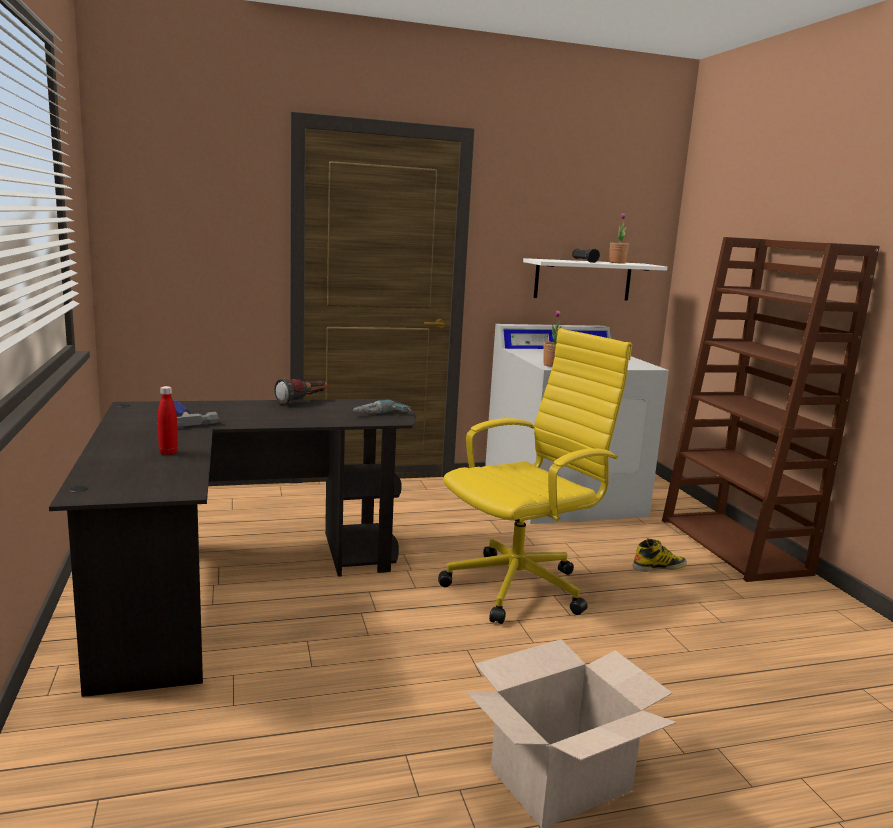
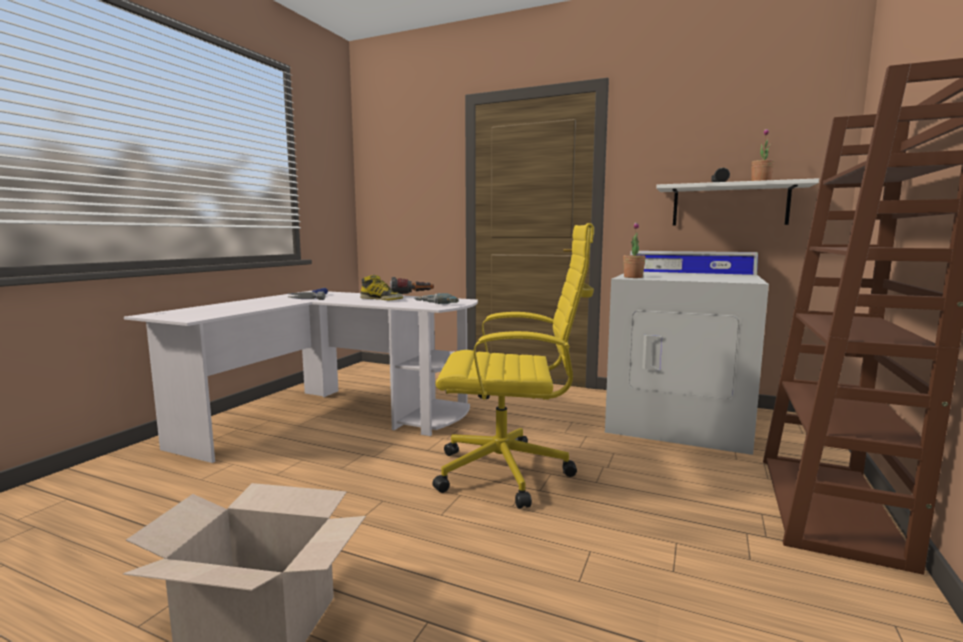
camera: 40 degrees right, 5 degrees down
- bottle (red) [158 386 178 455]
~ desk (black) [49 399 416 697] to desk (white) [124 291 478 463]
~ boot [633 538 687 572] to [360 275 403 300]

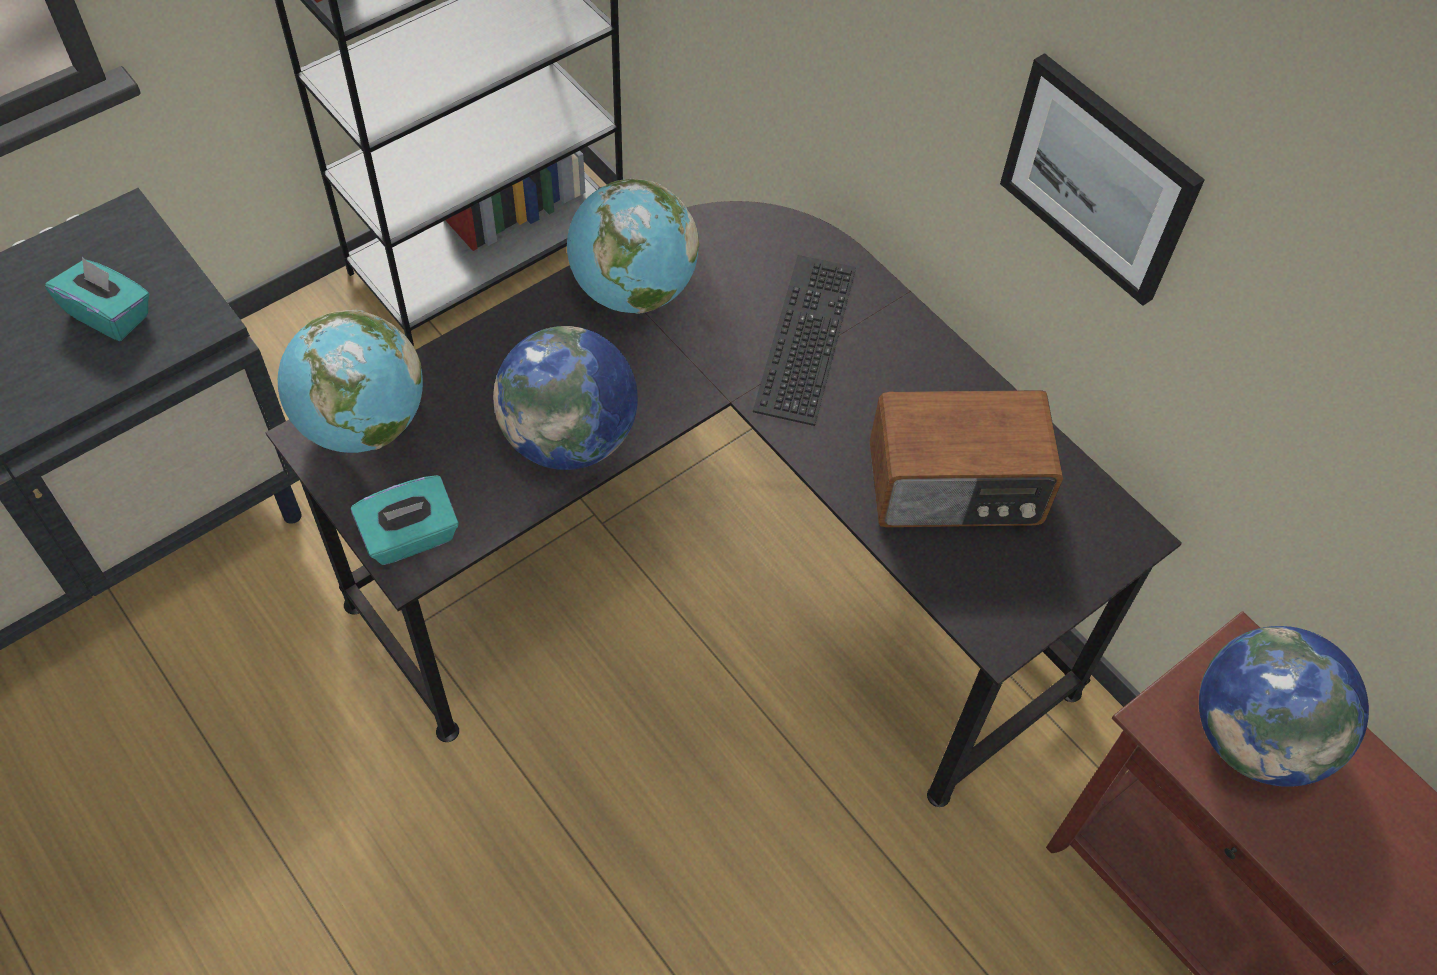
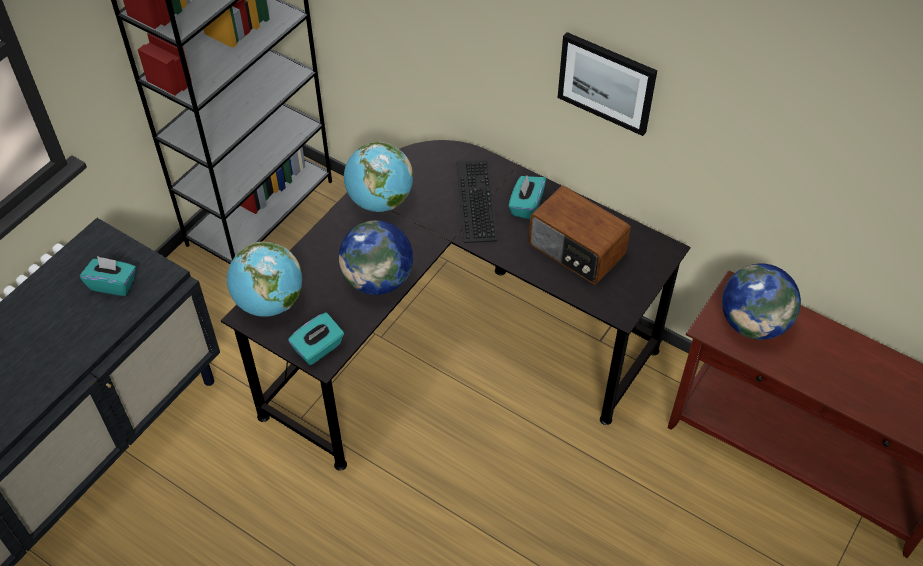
camera: 15 degrees left, 5 degrees down
~ radio [870 390 1063 527] = [529 185 631 285] 60 degrees clockwise
+ tissue box (turquoise) [509 176 546 220]

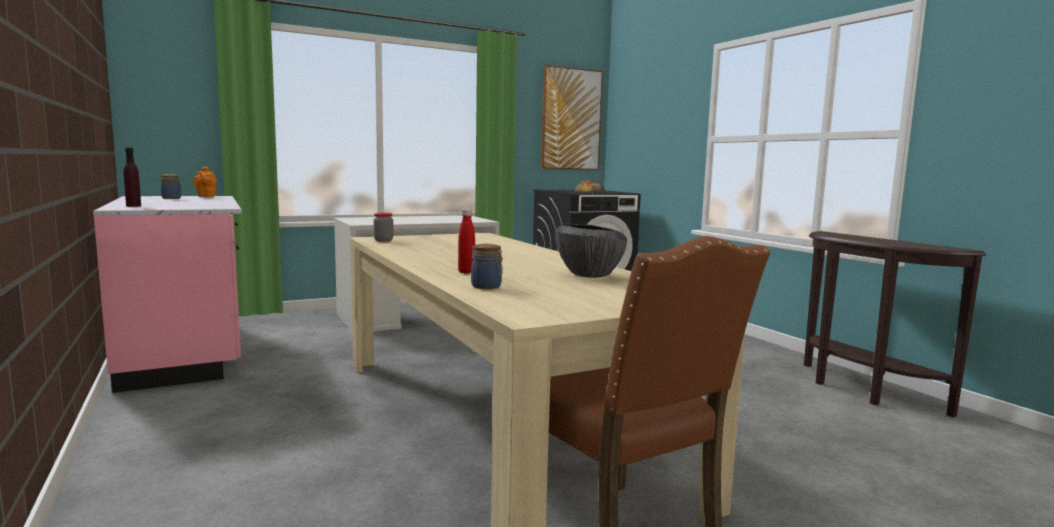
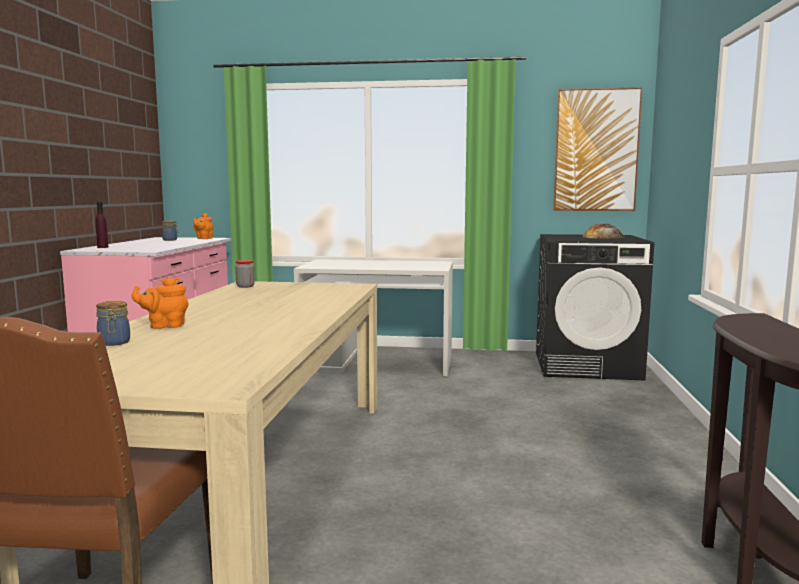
camera: 35 degrees right, 0 degrees up
~ bottle (red) [458 209 475 273] to teapot (orange) [132 277 188 329]
- bowl [555 224 627 278]

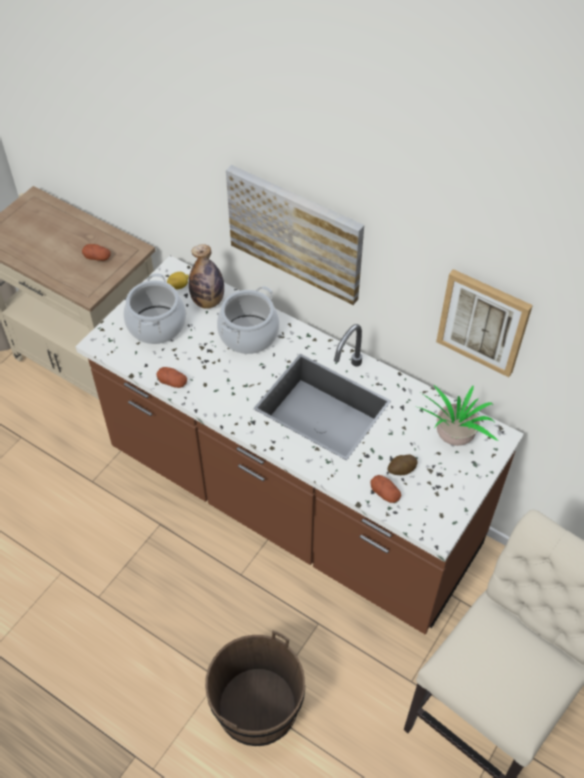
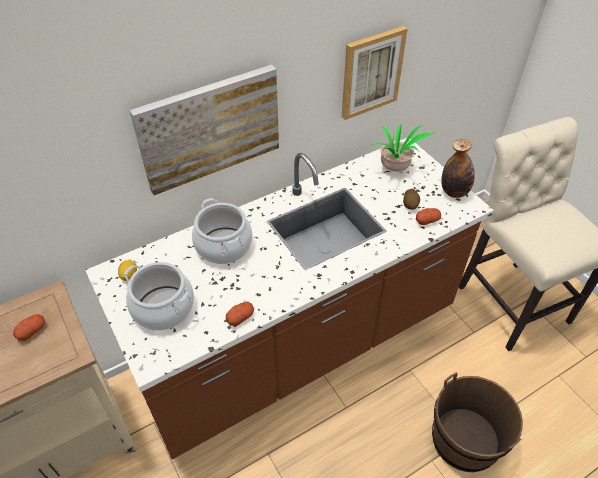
camera: 65 degrees left, 5 degrees down
~ bottle [189 244 224 309] to [441 139 475 198]

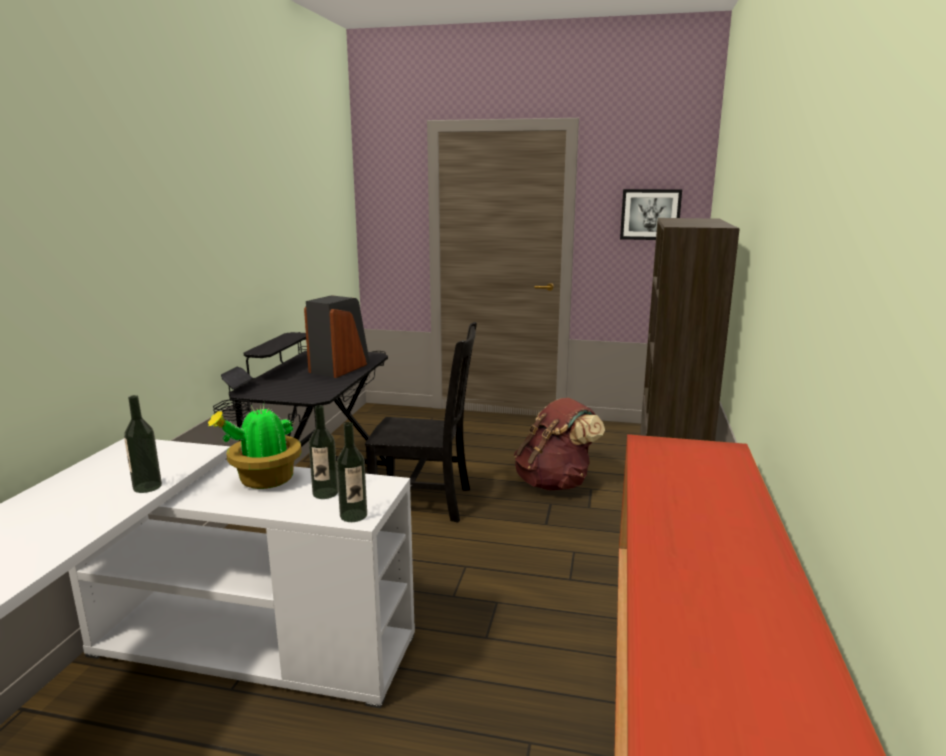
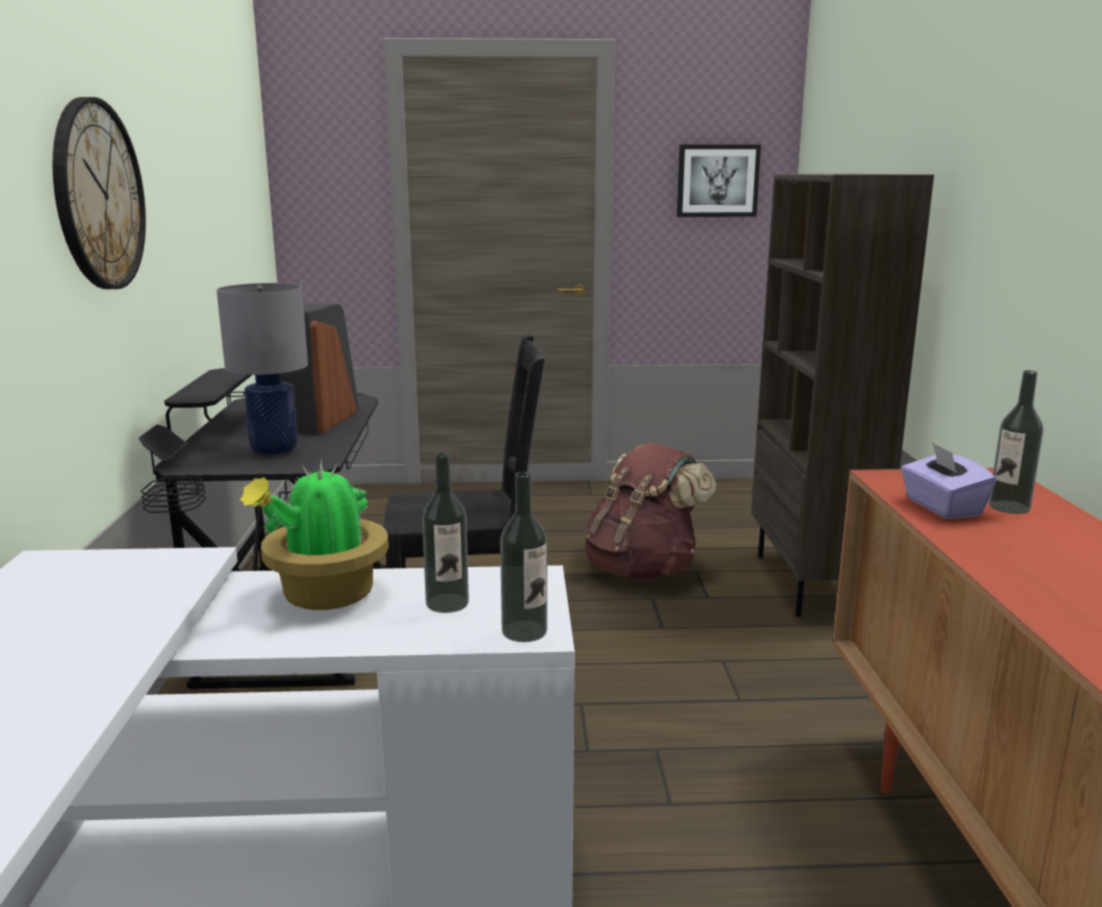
camera: 15 degrees left, 0 degrees up
~ bottle [124 395 162 493] to [989 370 1043 514]
+ wall clock [52 97 146 289]
+ table lamp (grey) [217 283 308 455]
+ tissue box (purple) [901 443 996 519]

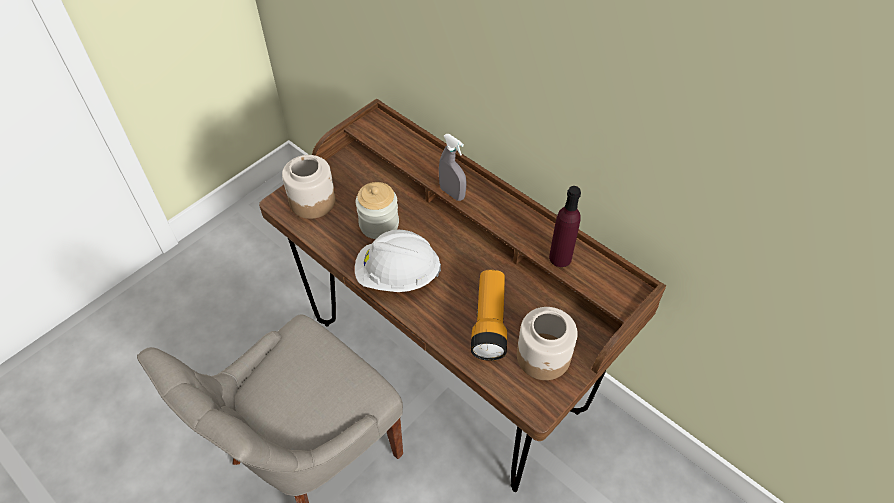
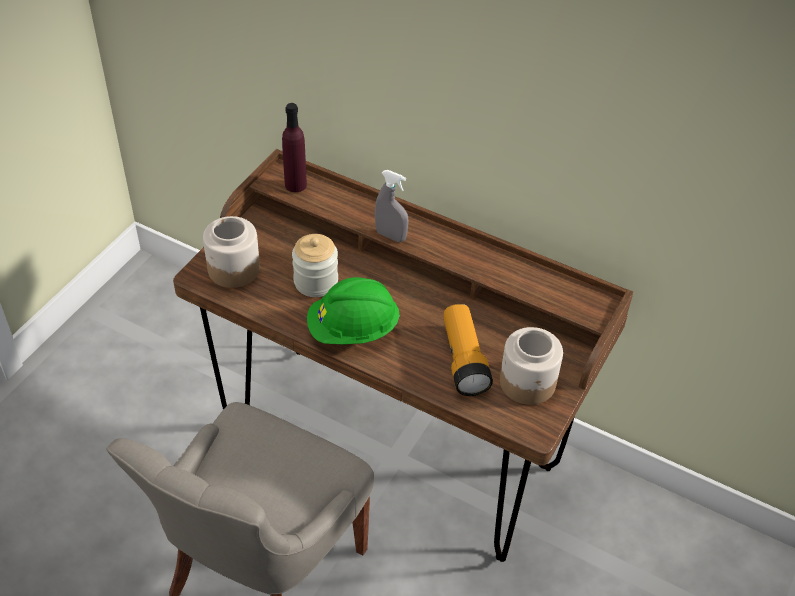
camera: 15 degrees left, 5 degrees down
~ bottle (purple) [549 186 581 267] to [282 103 307 192]
~ hard hat (white) [355 230 441 292] to hard hat (green) [307 277 400 344]

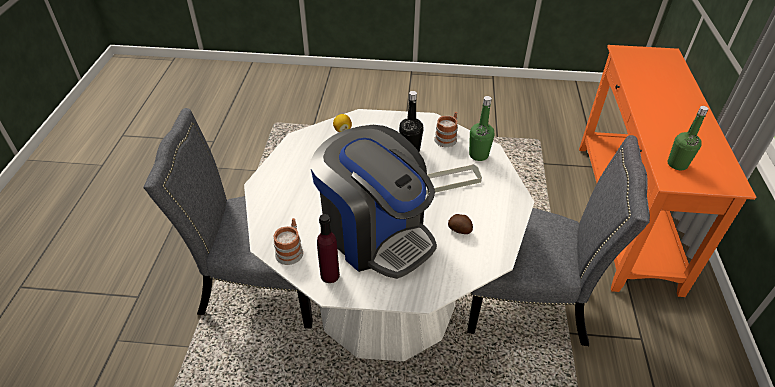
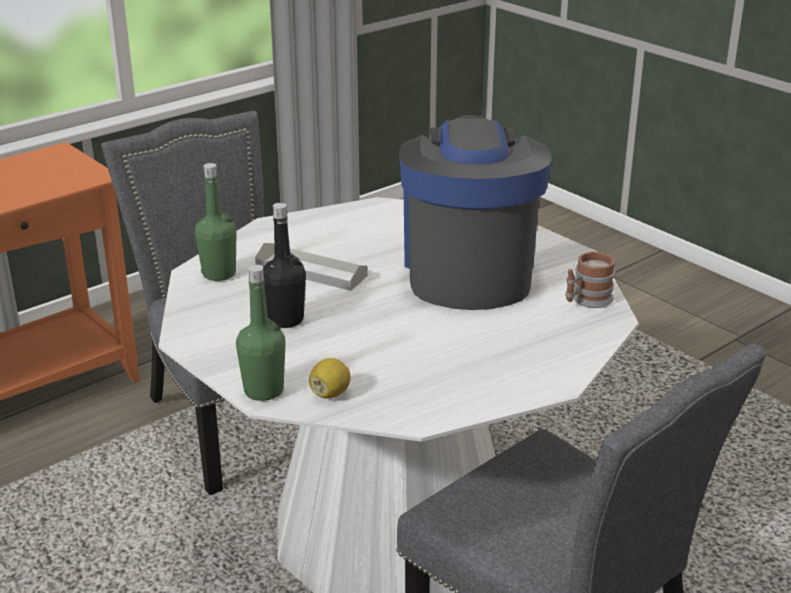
camera: 135 degrees left, 15 degrees down
~ bottle (green) [668 106 709 170] to [236 264 286 401]
- mug [434 112 458 147]
- bottle (purple) [317 214 340 283]
- potato [448 214 473 234]

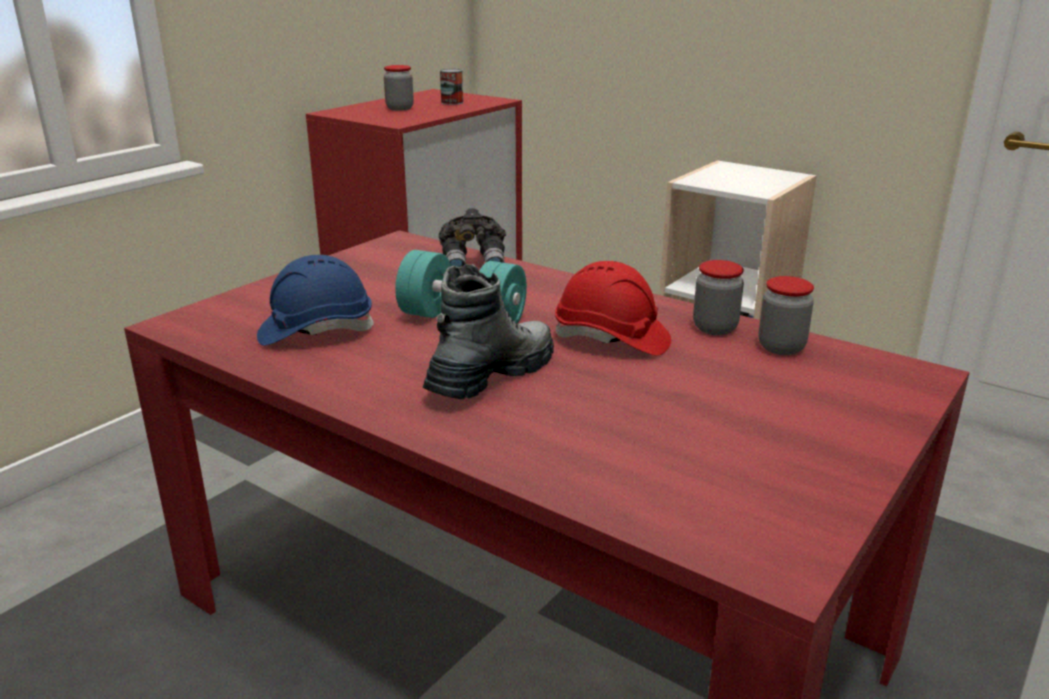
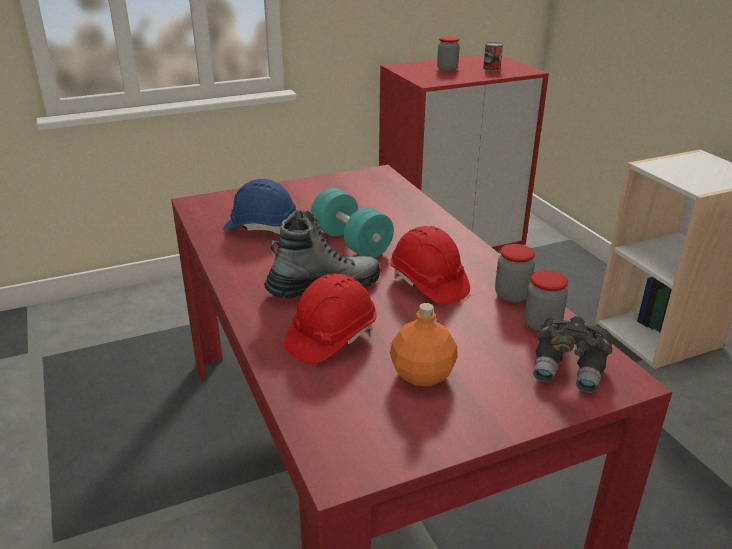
camera: 30 degrees right, 5 degrees up
~ binoculars (grey) [439 208 506 267] to [533 316 613 393]
+ hard hat (red) [284 273 377 364]
+ bottle (orange) [390 303 458 386]

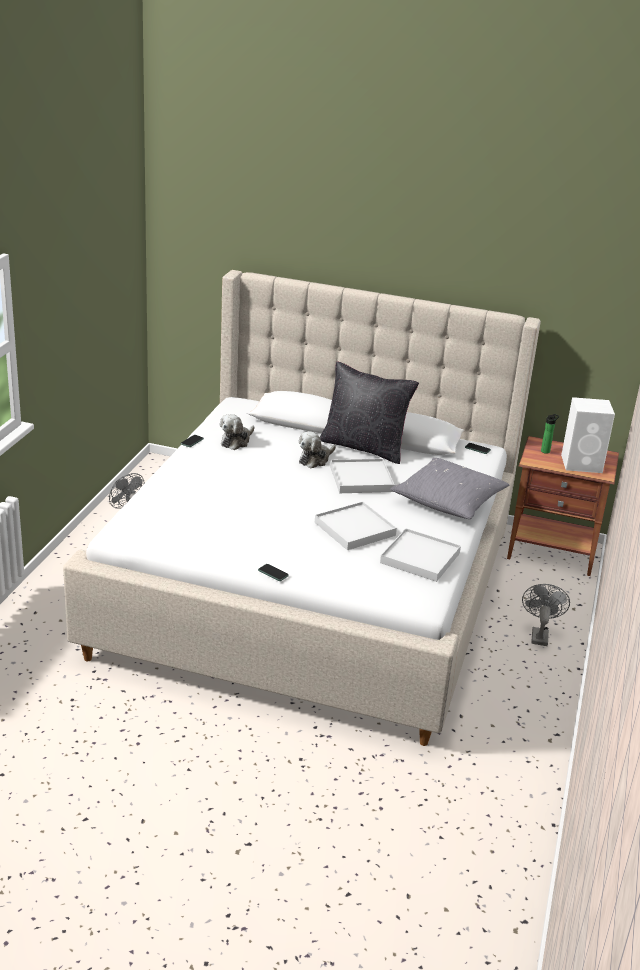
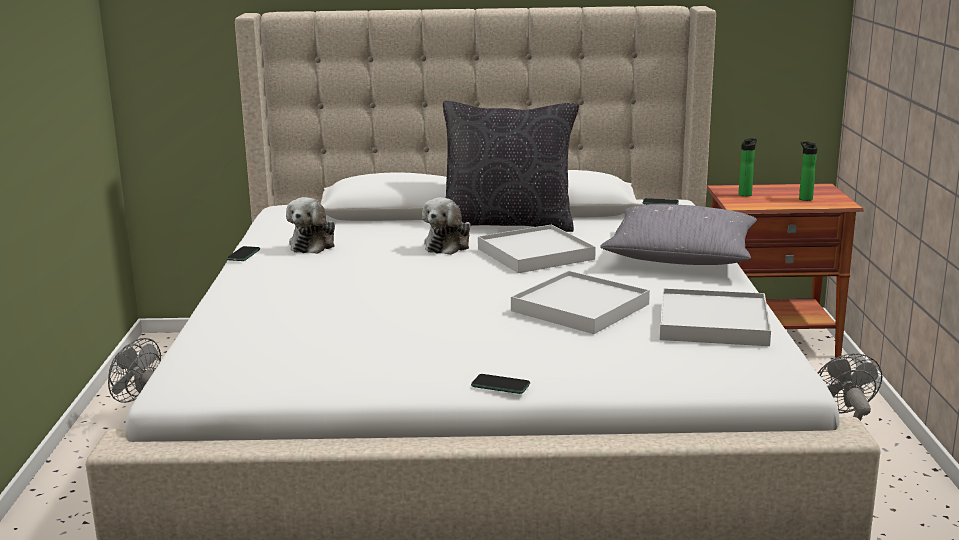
camera: 15 degrees left, 10 degrees down
~ speaker (white) [561 397 615 473] to bottle [799 141 817 201]

